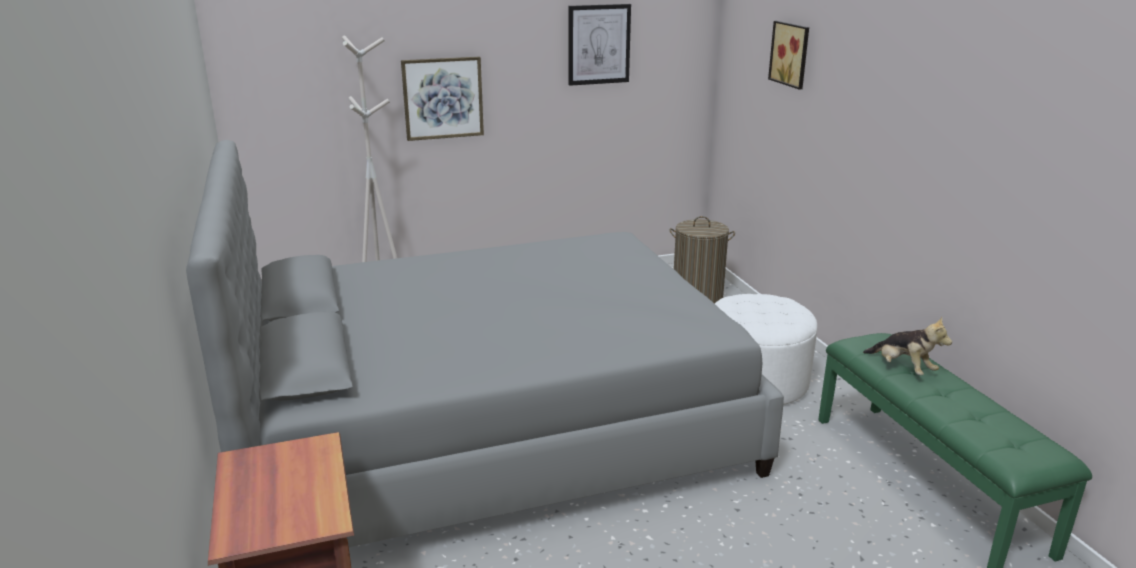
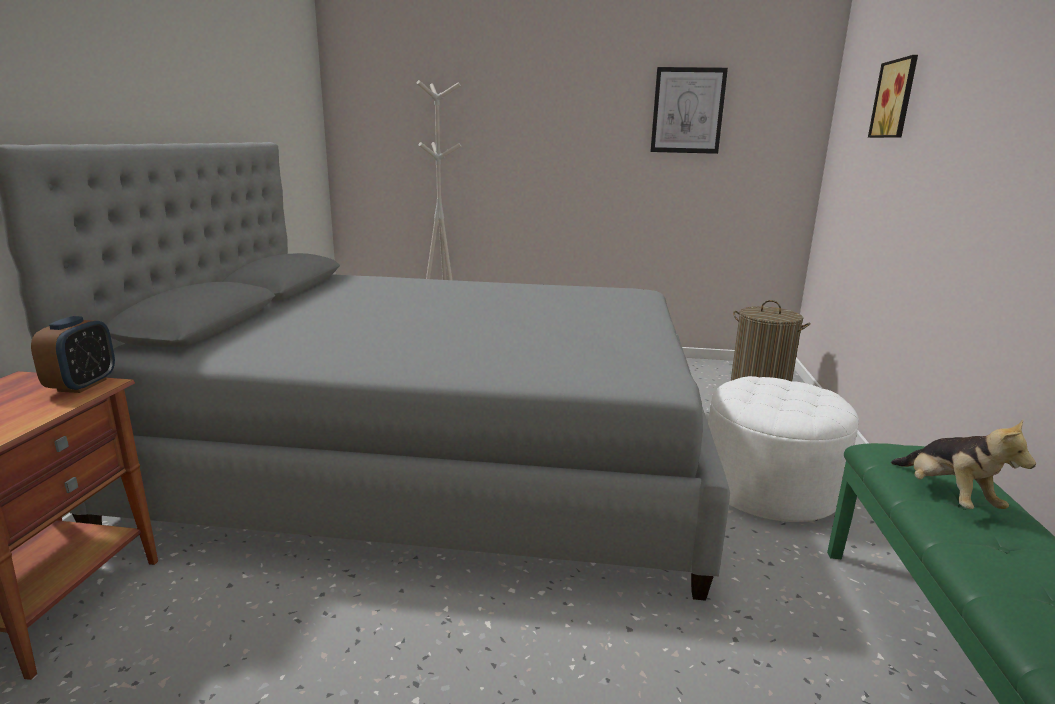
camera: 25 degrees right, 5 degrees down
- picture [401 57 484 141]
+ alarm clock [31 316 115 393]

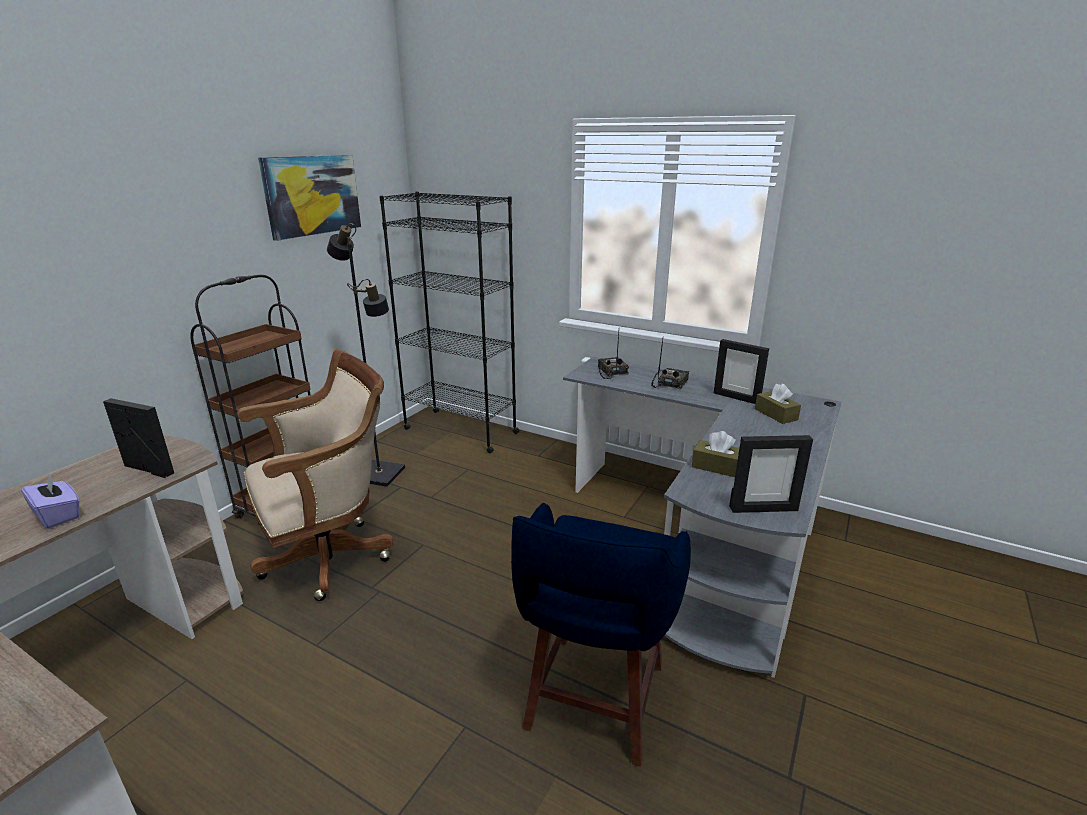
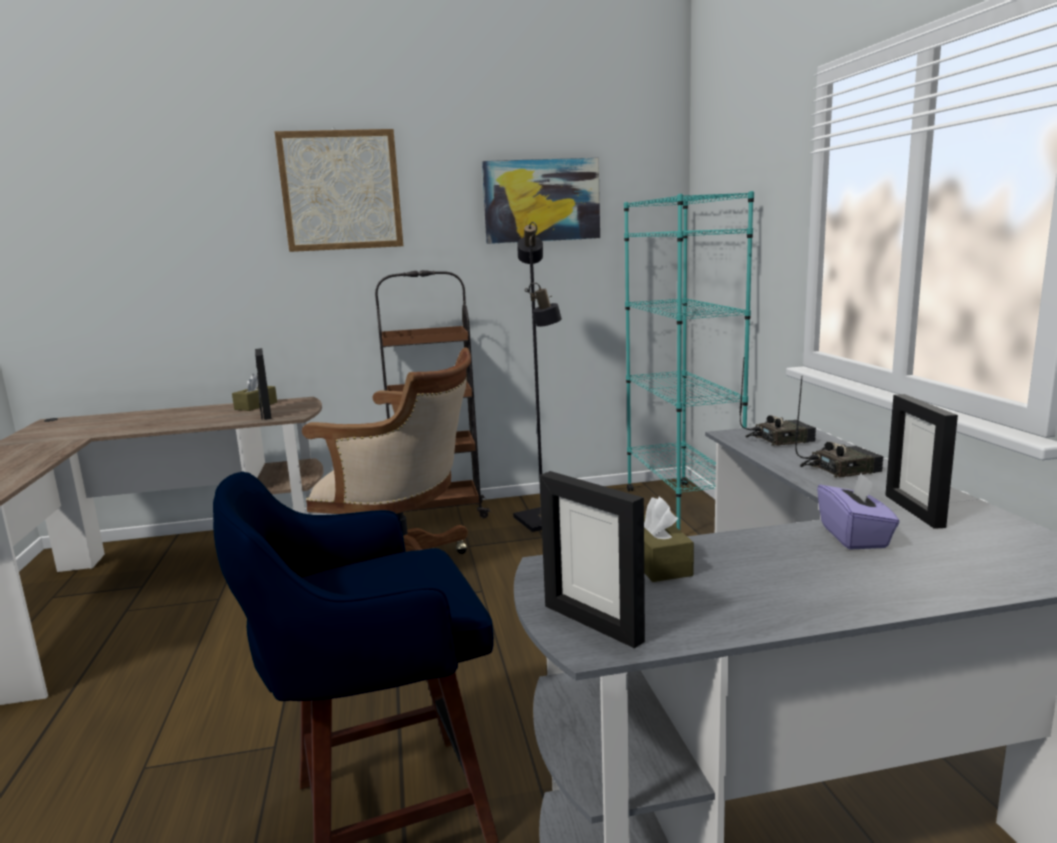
camera: 50 degrees right, 10 degrees down
~ bookcase (black) [379 192 520 453] to bookcase (turquoise) [624 191 754 530]
~ radio [598 332 629 379] = [739 360 816 446] 45 degrees clockwise
~ tissue box (brown) [755 384 801 424] to [232 374 277 411]
~ tissue box (purple) [21 475 80 529] to [817 473 900 550]
+ picture [275 127 403 252]

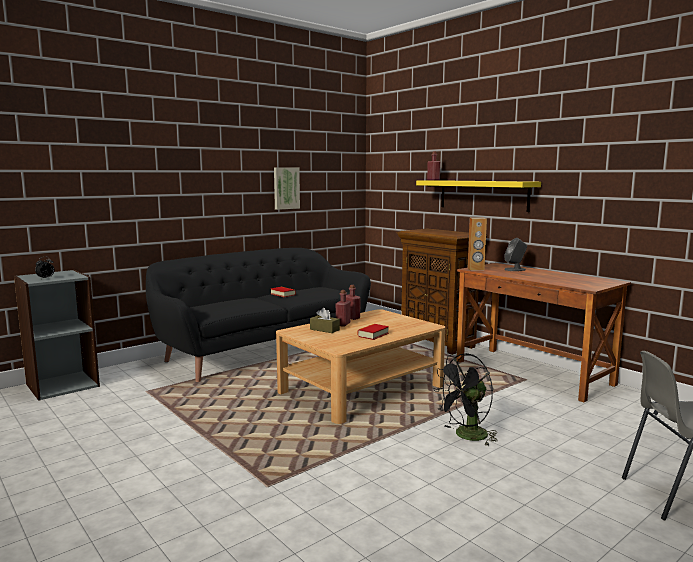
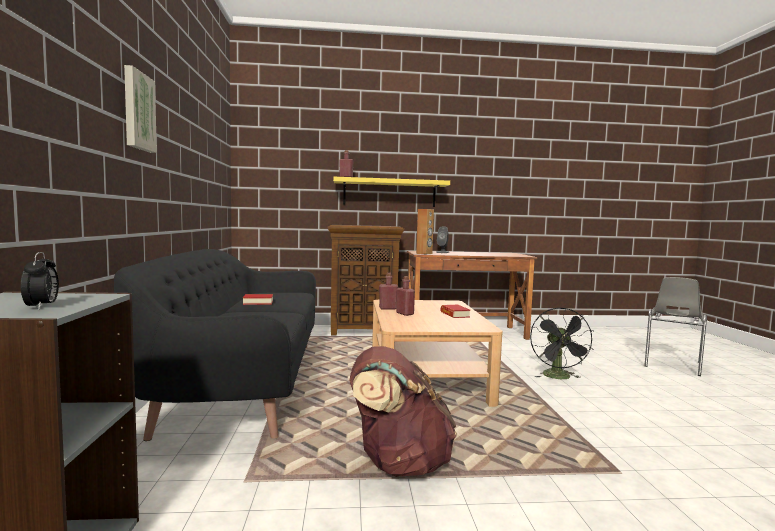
camera: 55 degrees left, 5 degrees down
~ picture [274 167 300 210] to [124 65 157 153]
- tissue box (brown) [310 308 340 333]
+ backpack (brown) [349 346 457 477]

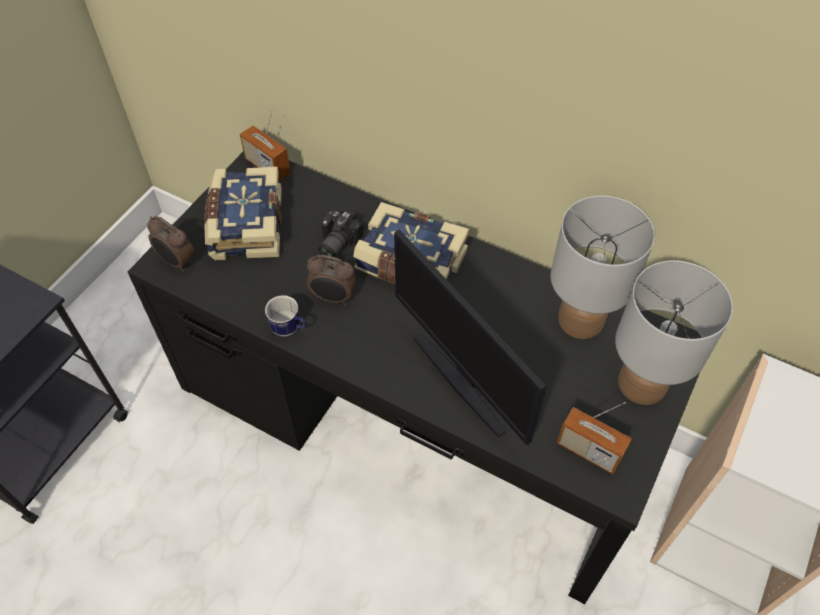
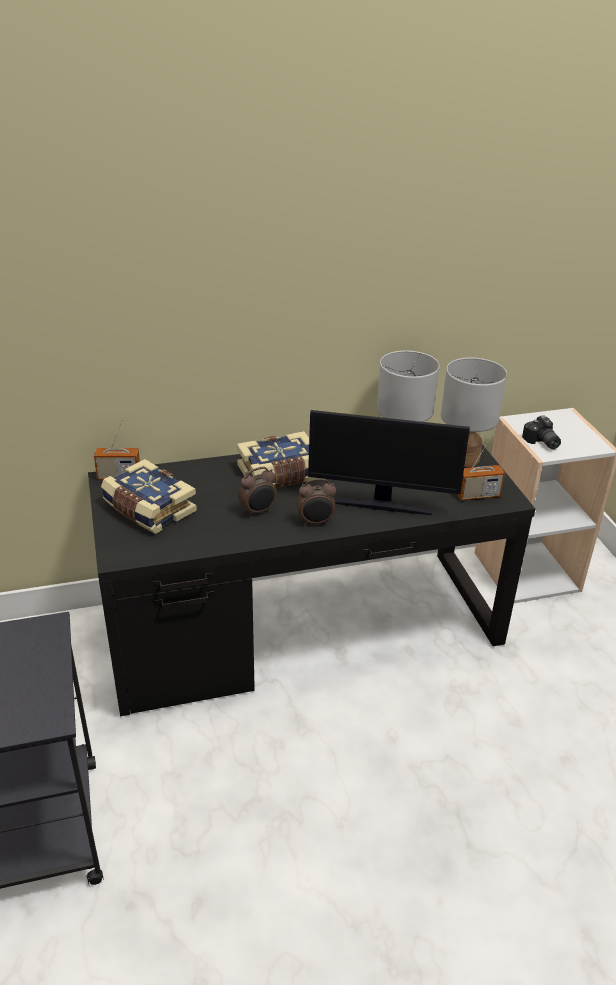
camera: 45 degrees left, 20 degrees down
~ photo camera [318 210 363 260] to [522 416 561 449]
~ alarm clock [147 216 195 272] to [297 478 336 526]
- mug [265 295 306 336]

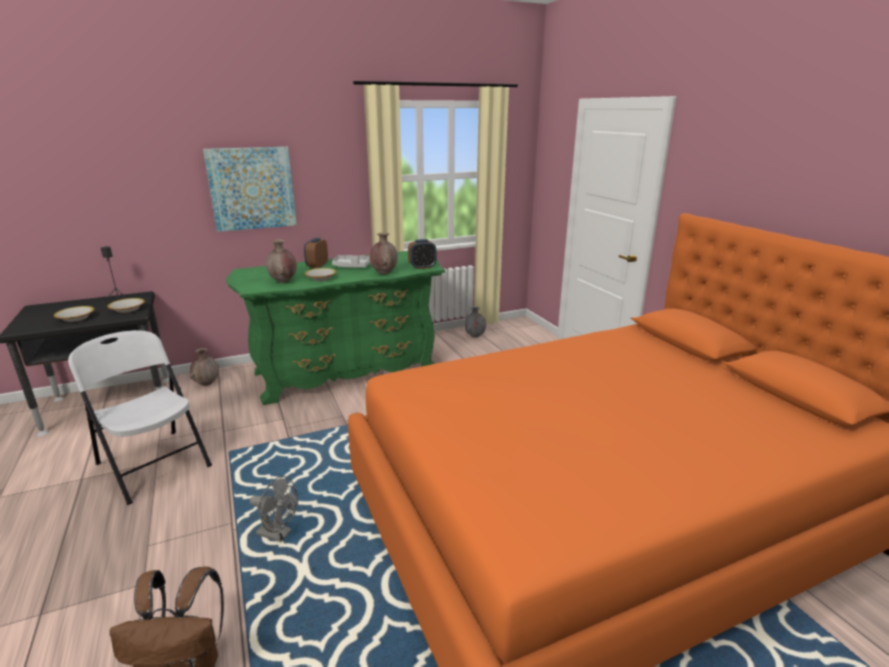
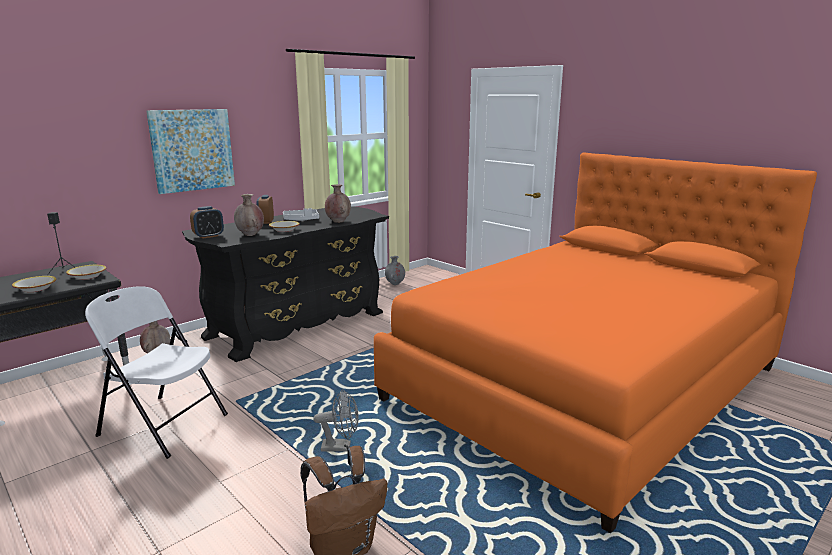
camera: 20 degrees left, 5 degrees down
~ alarm clock [408 239 436 269] to [190 206 224 239]
~ dresser (green) [226 251 445 405] to dresser (black) [182 206 389 362]

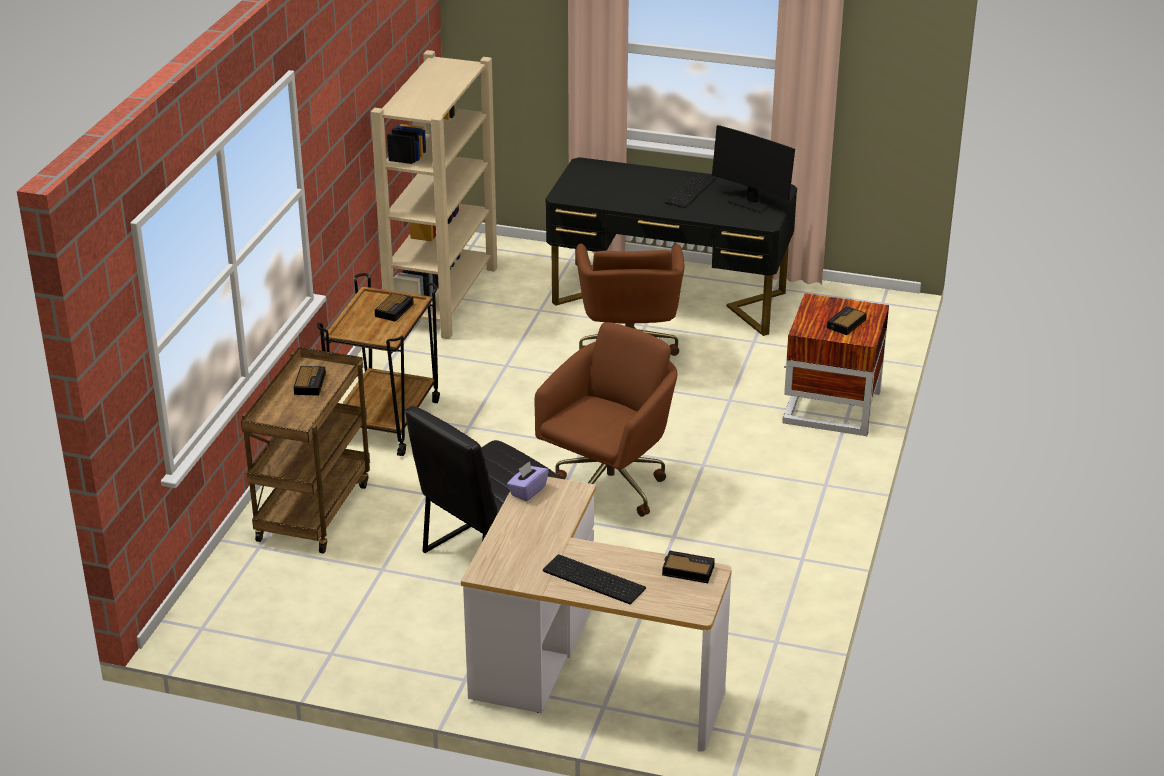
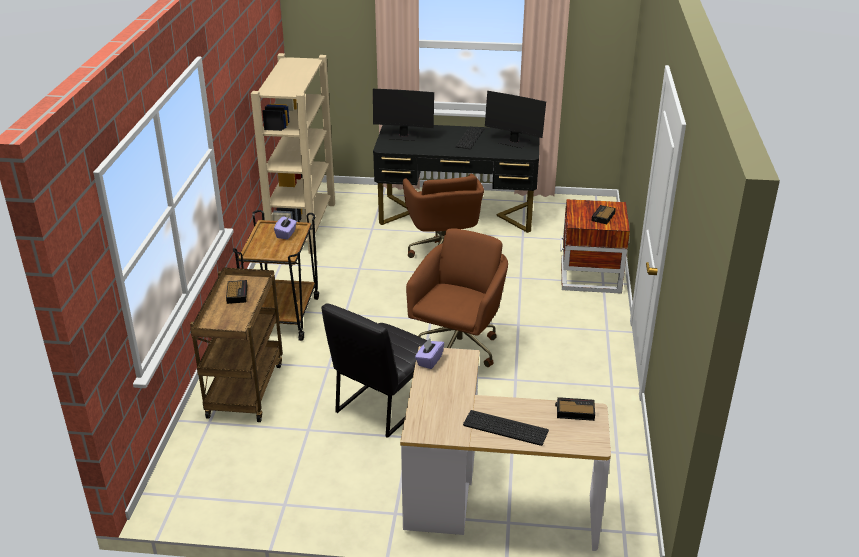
camera: 10 degrees left, 0 degrees up
~ alarm clock [375 293 414 322] to tissue box (purple) [274 216 297 239]
+ monitor [373 89 434 141]

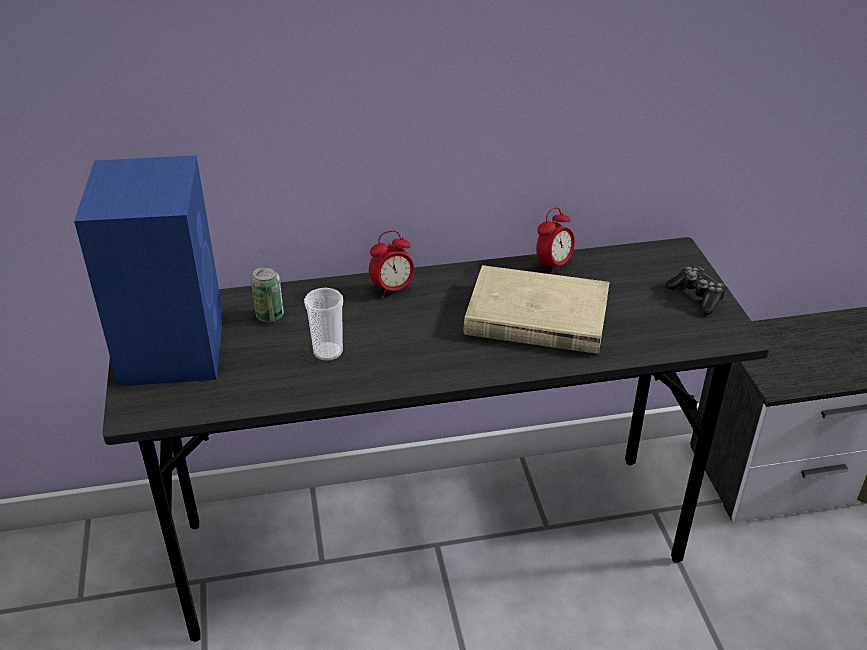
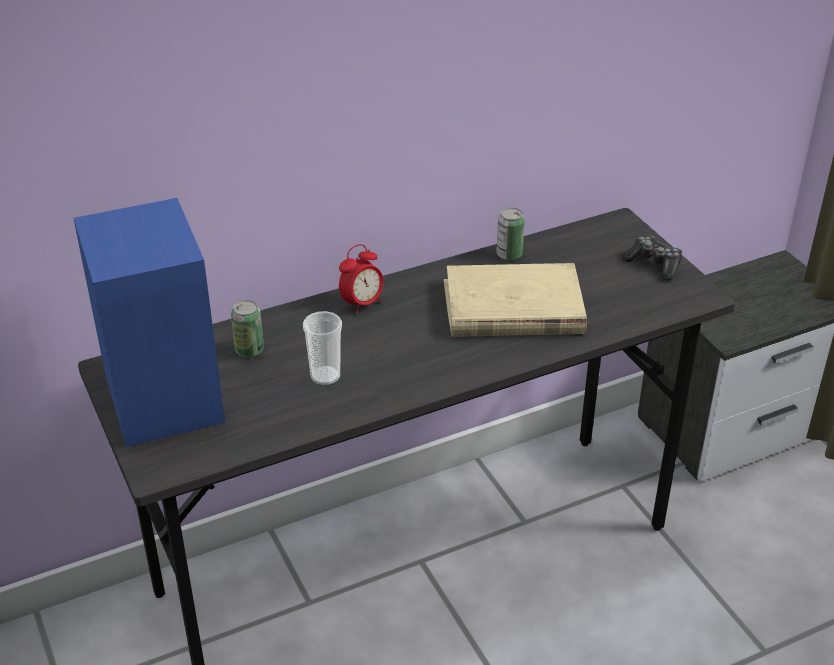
camera: 15 degrees left, 0 degrees up
~ alarm clock [536 207 575 274] to can [497 208 525 261]

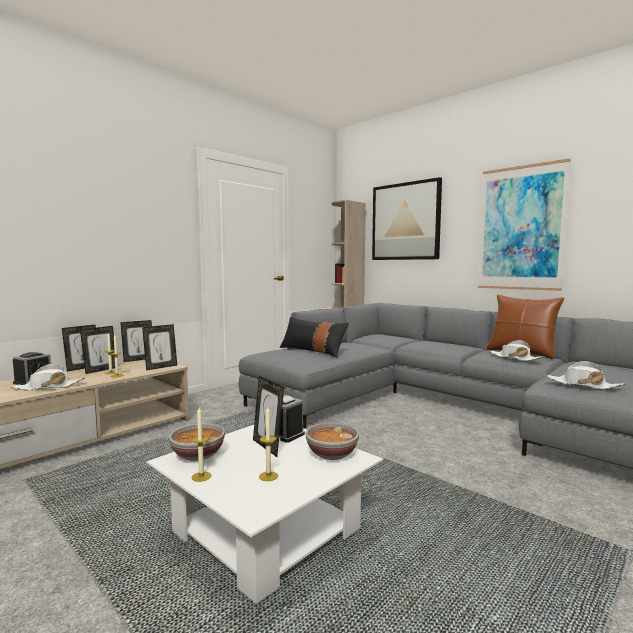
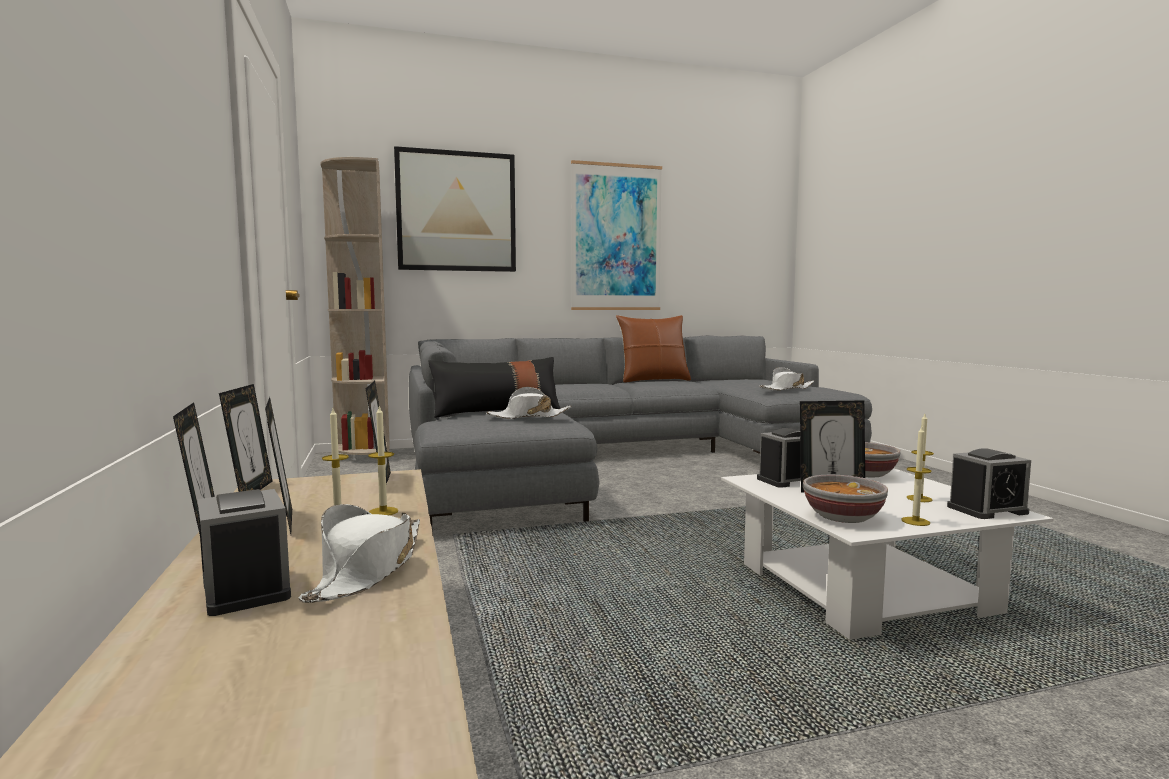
camera: 60 degrees left, 0 degrees up
~ hat (white) [490 340 544 361] to [486 387 572 419]
+ alarm clock [947 448 1031 519]

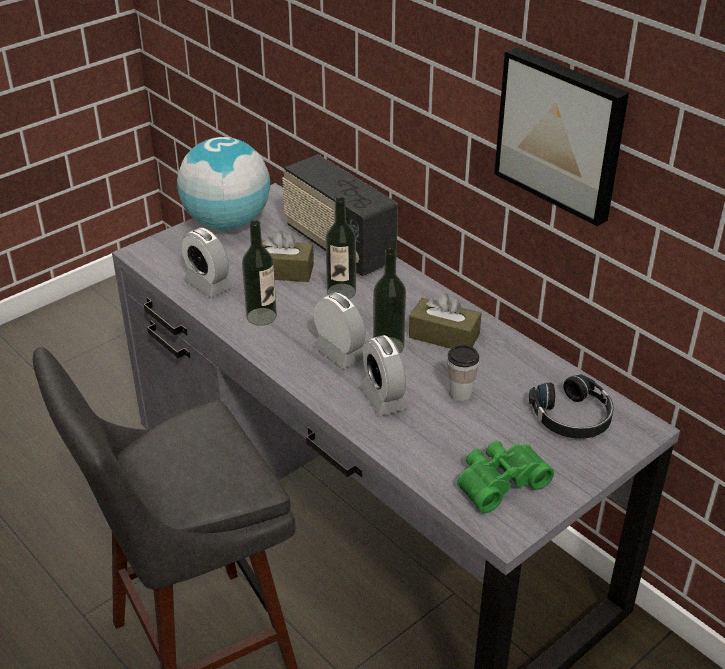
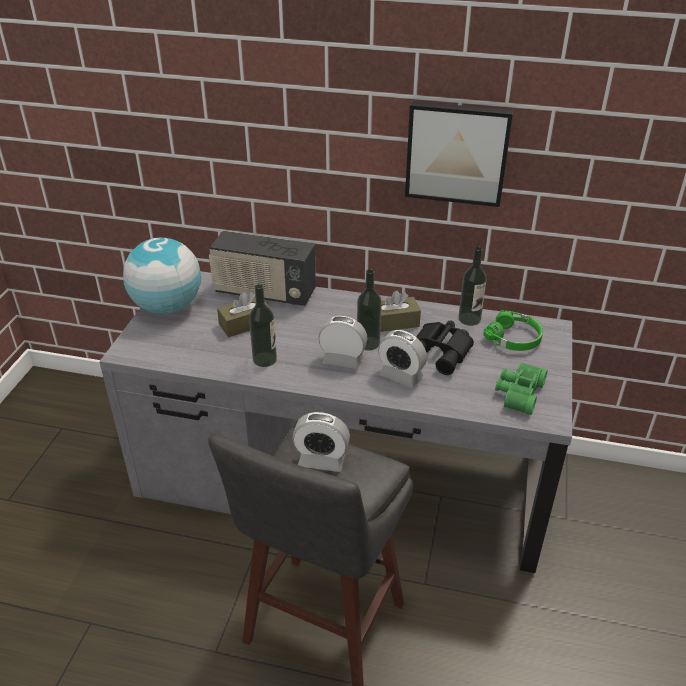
camera: 35 degrees left, 0 degrees up
~ bottle [326 197 356 299] to [458 246 487 326]
~ alarm clock [181 228 232 298] to [292 412 350 472]
~ cup [447 344 479 401] to binoculars (black) [416 321 474 375]
~ headphones (black) [529 374 614 439] to headphones (green) [483 310 543 351]

